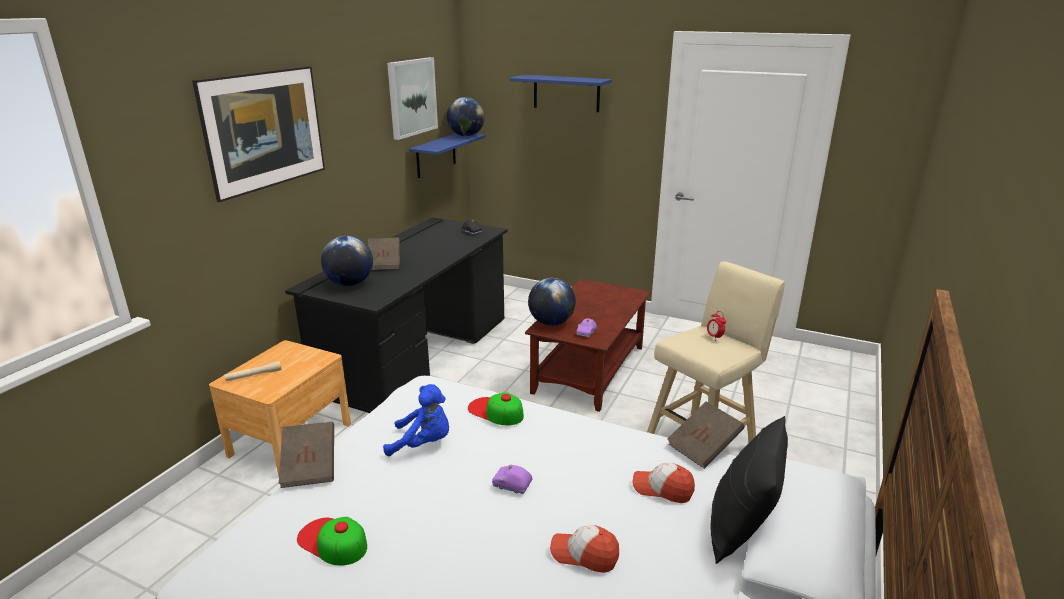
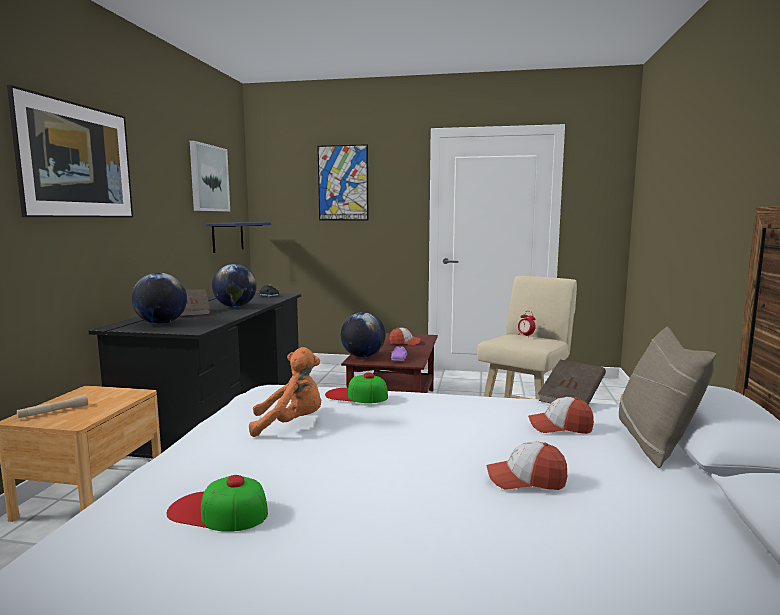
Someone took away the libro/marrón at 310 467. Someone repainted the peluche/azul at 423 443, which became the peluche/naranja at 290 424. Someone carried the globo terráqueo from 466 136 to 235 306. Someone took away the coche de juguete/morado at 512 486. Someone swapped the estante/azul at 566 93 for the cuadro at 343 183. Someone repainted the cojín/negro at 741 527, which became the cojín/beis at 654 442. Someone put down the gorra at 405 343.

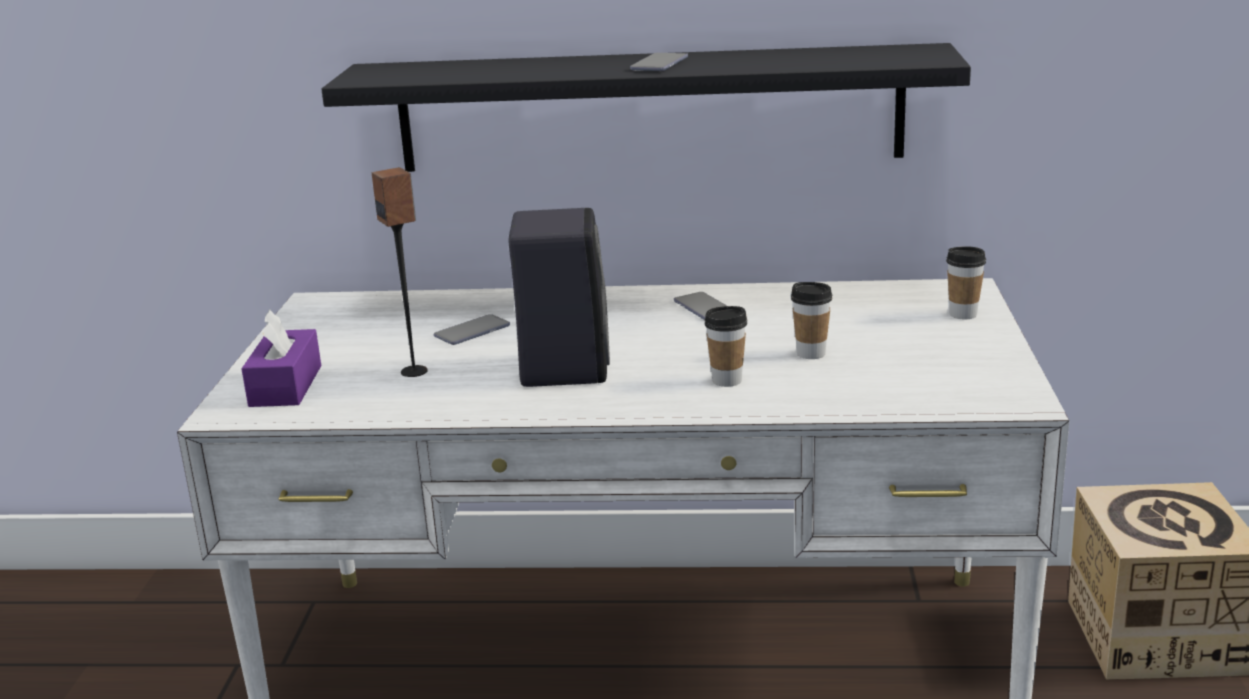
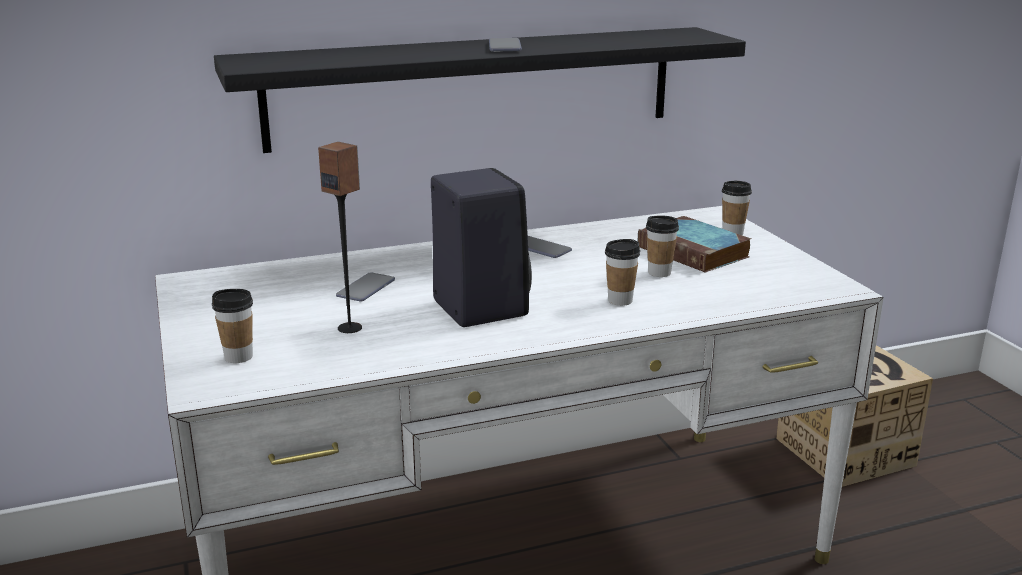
Someone swapped the caja de pañuelos/morado at 286 386 for the taza at 238 357. Someone put down the libro at 695 252.

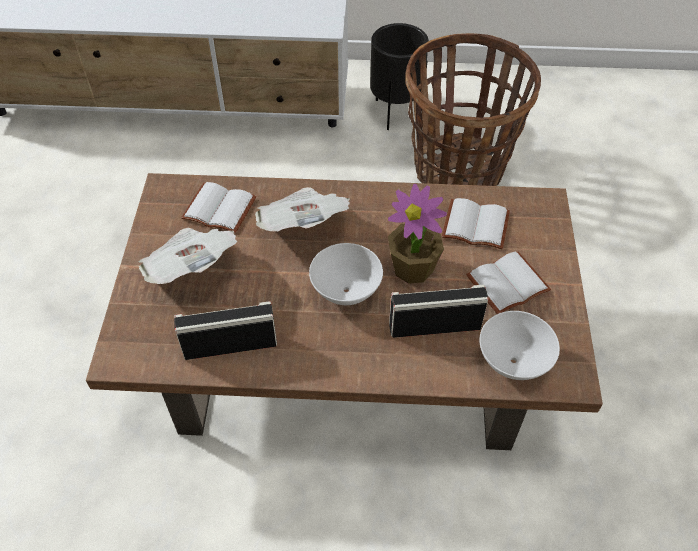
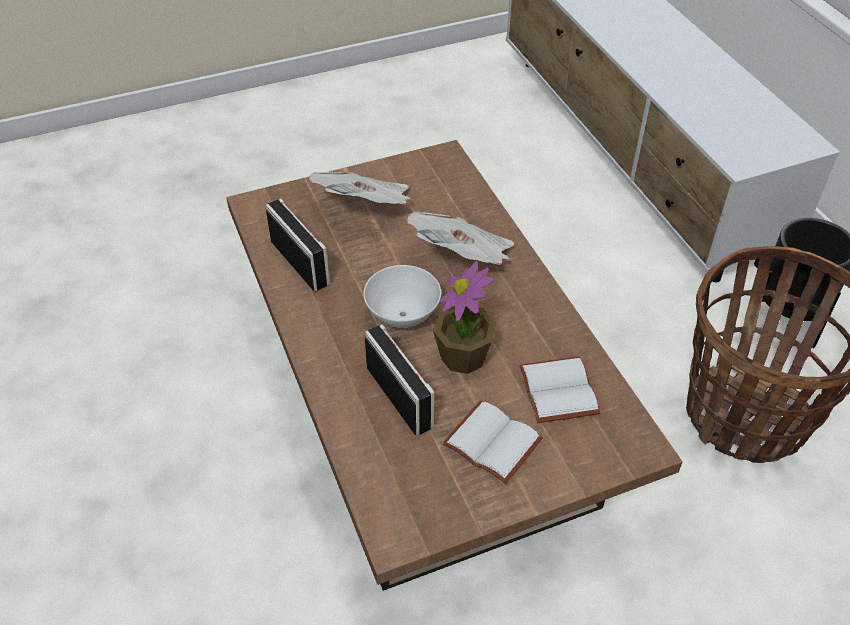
Someone took away the libro/blanco at 221 208. Someone took away the cuenco/blanco at 512 361.

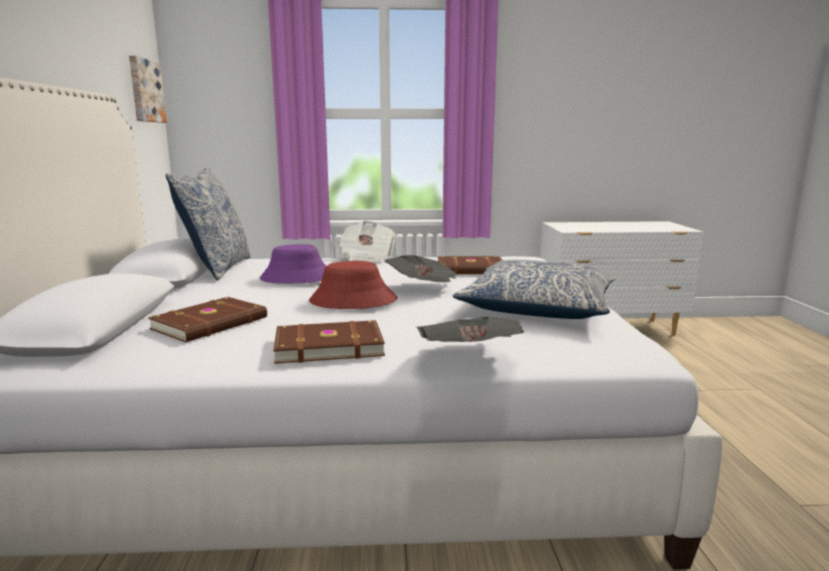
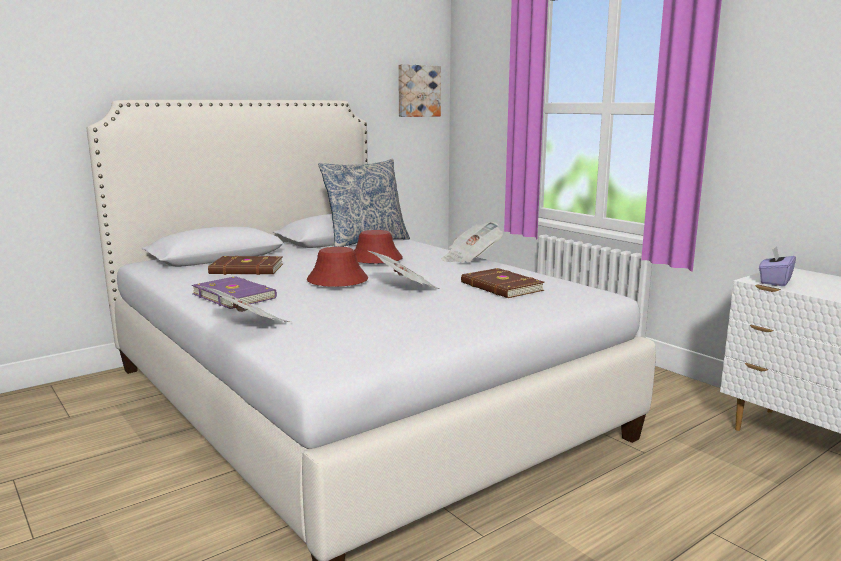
Someone repainted the sombrero/morado at 297 278, which became the sombrero/rojo at 375 259. Someone repainted the libro/marrón at 328 346, which became the libro/morado at 235 296. Someone took away the cojín at 537 308. Someone put down the caja de pañuelos/morado at 774 281.

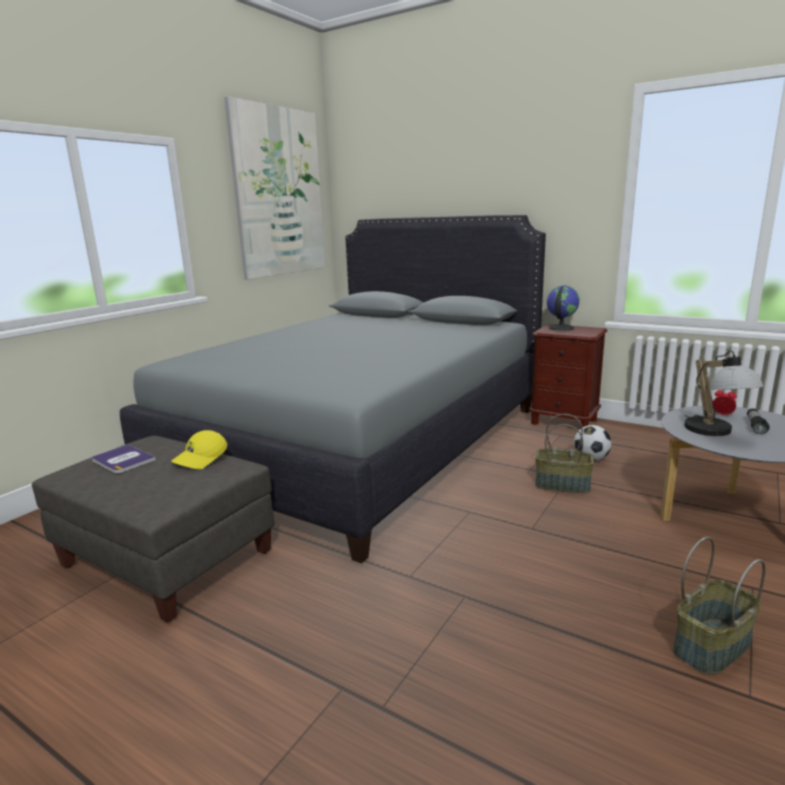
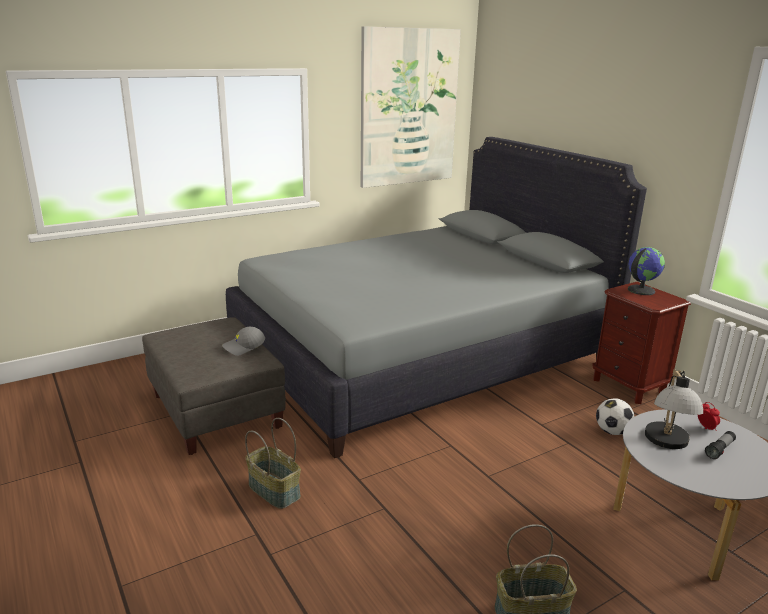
Someone took away the libro at 123 460. Someone repainted the gorra/amarillo at 201 459, which became the gorra/gris at 244 347. Someone carried the cesta from 563 484 to 275 490.

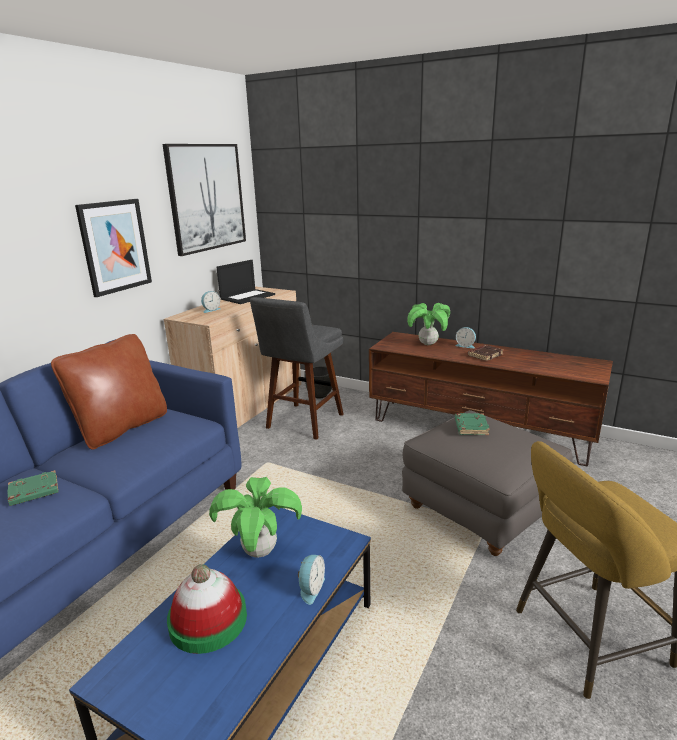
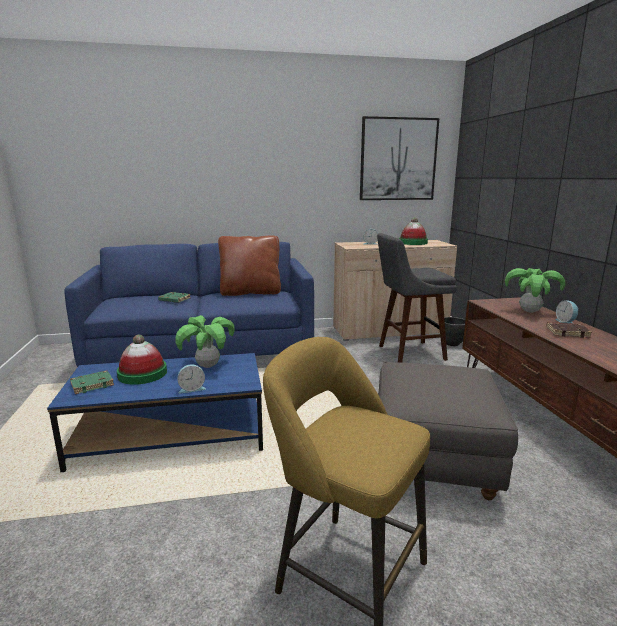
Someone took away the cuadro at 115 246. Someone swapped the portátil at 247 297 for the sombrero at 413 242. Someone carried the libro/verde from 470 427 to 92 384.

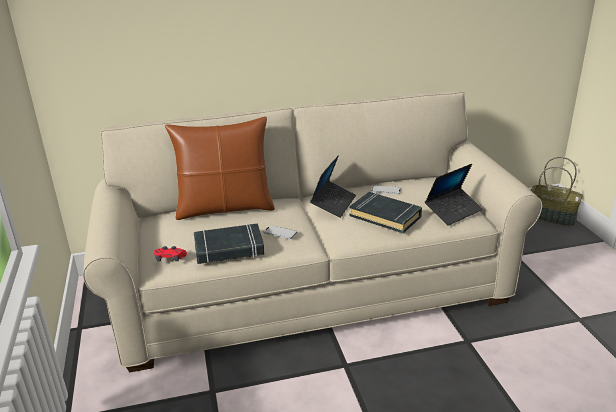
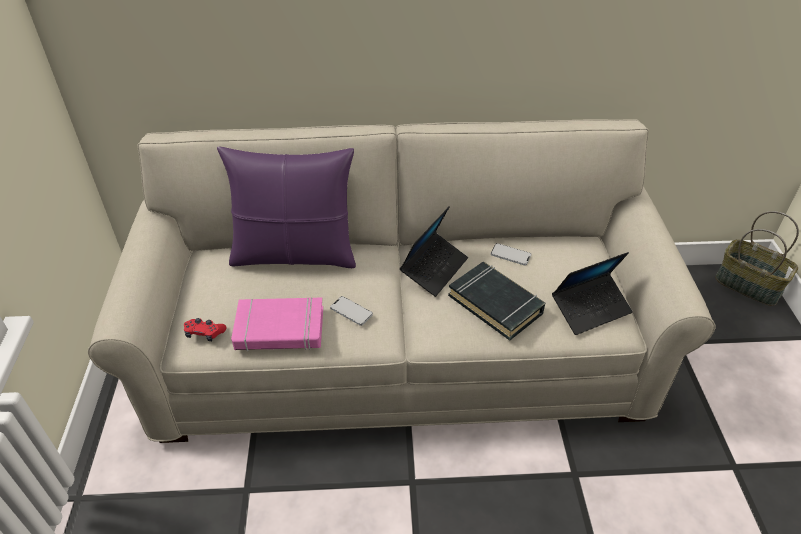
Someone repainted the cojín/marrón at 225 208, which became the cojín/morado at 295 254. Someone repainted the libro/negro at 229 249, which became the libro/rosa at 279 329.

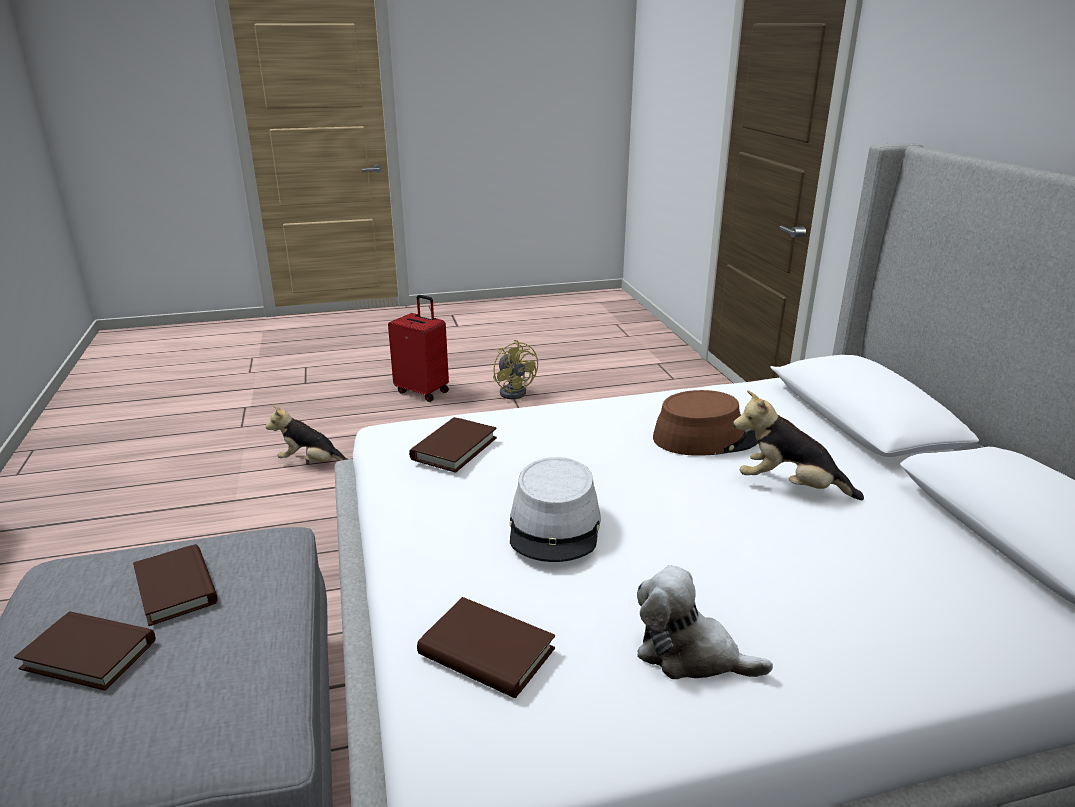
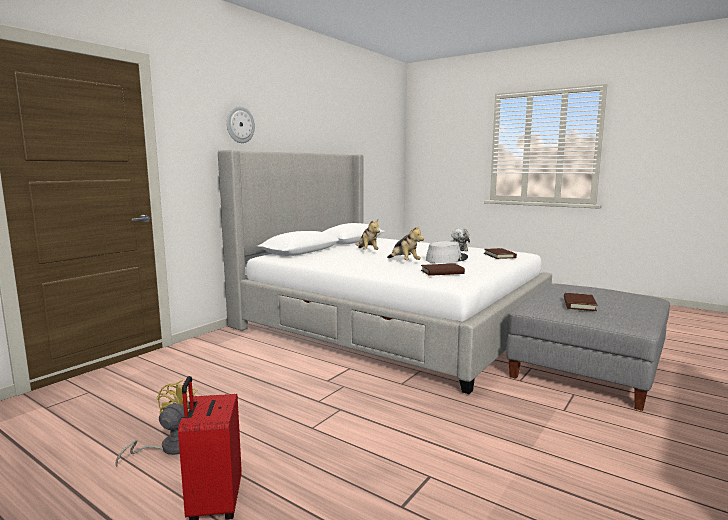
Someone took away the libro/marrón at 89 654. Someone carried the peluche from 311 462 to 404 262. Someone took away the sombrero/marrón at 707 436. Someone put up the reloj de pared at 240 124.

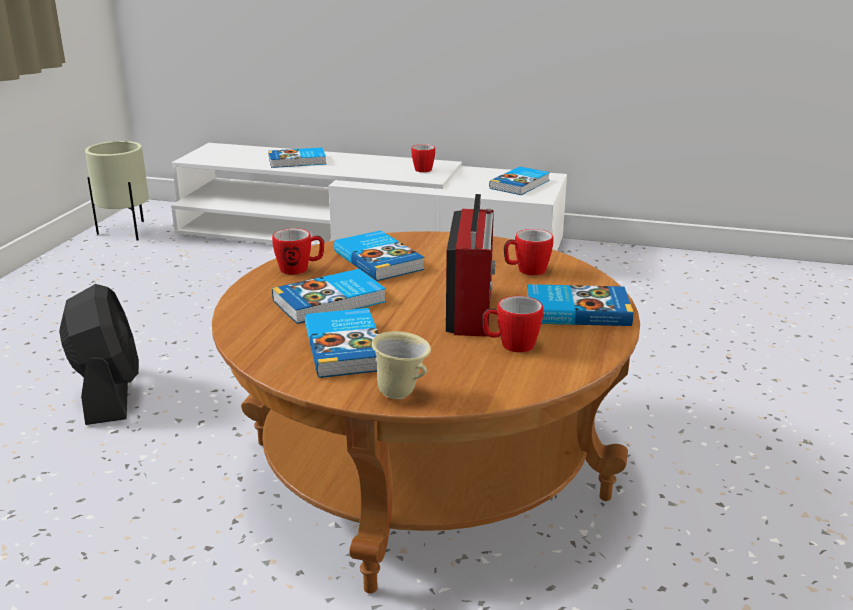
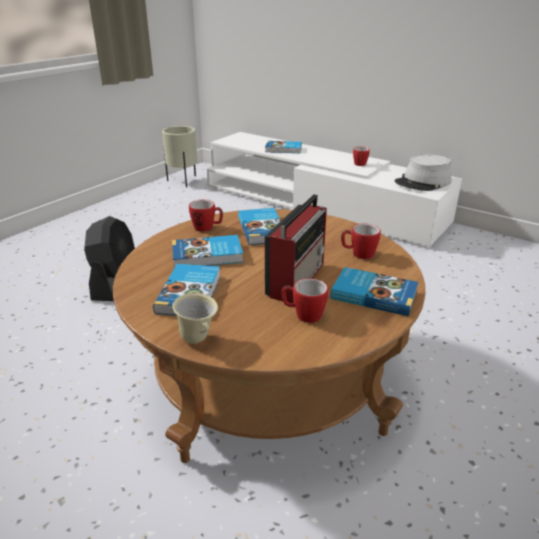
Someone swapped the libro at 521 184 for the sombrero/gris at 423 182.

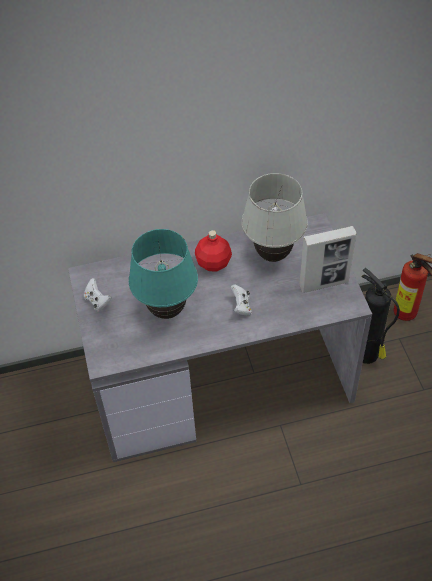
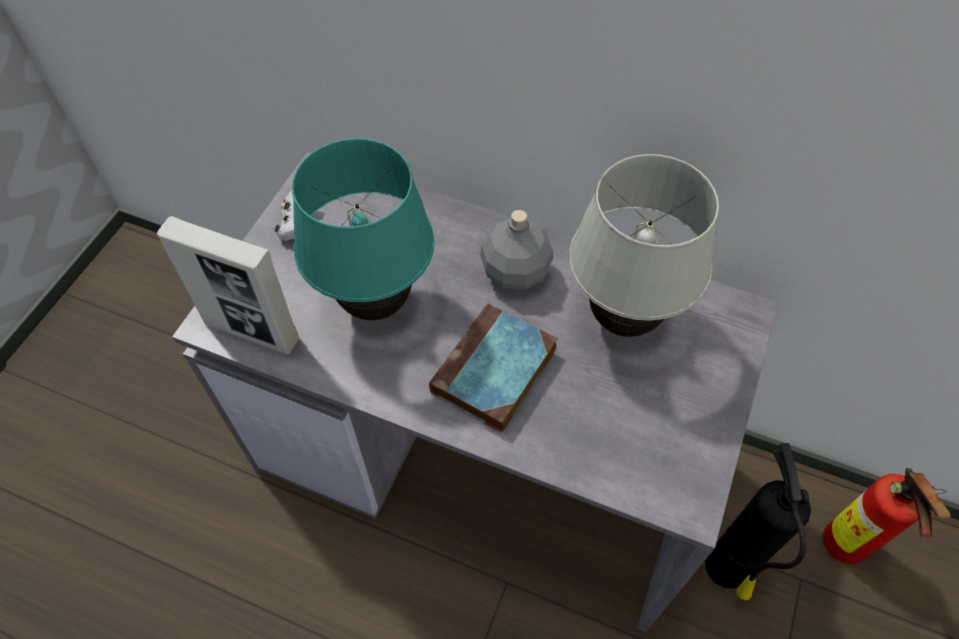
Someone repainted the botella/rojo at 213 263, which became the botella/gris at 514 273. Someone swapped the mando de consola/blanco at 241 306 for the libro at 493 374. Someone carried the portarretratos from 324 283 to 252 331.

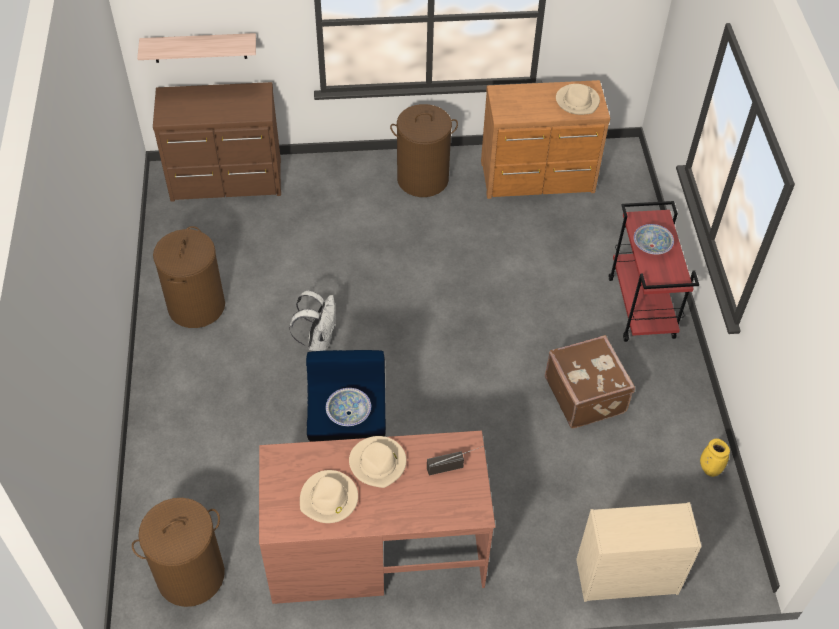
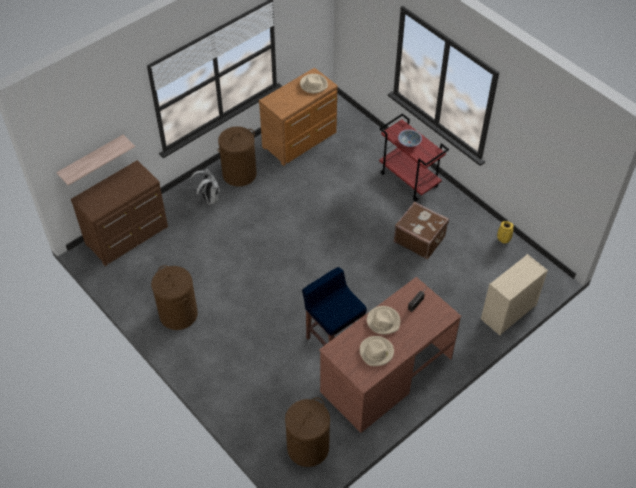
Someone carried the mochila/blanco from 318 340 to 208 198. Someone took away the cuenco at 348 413.

